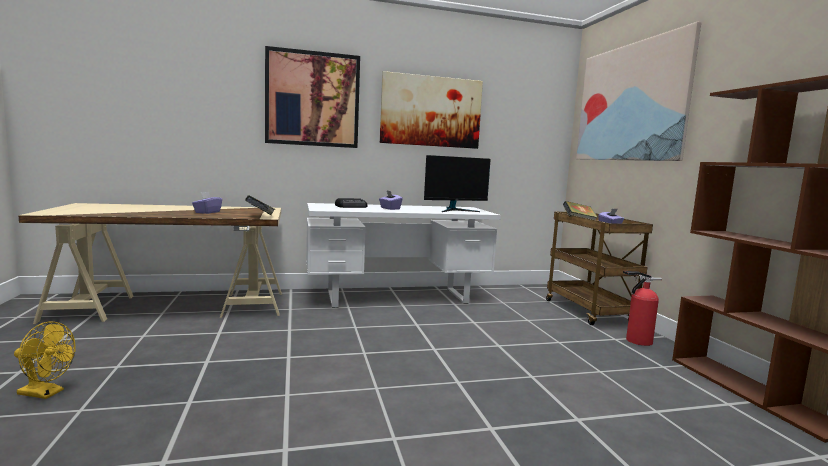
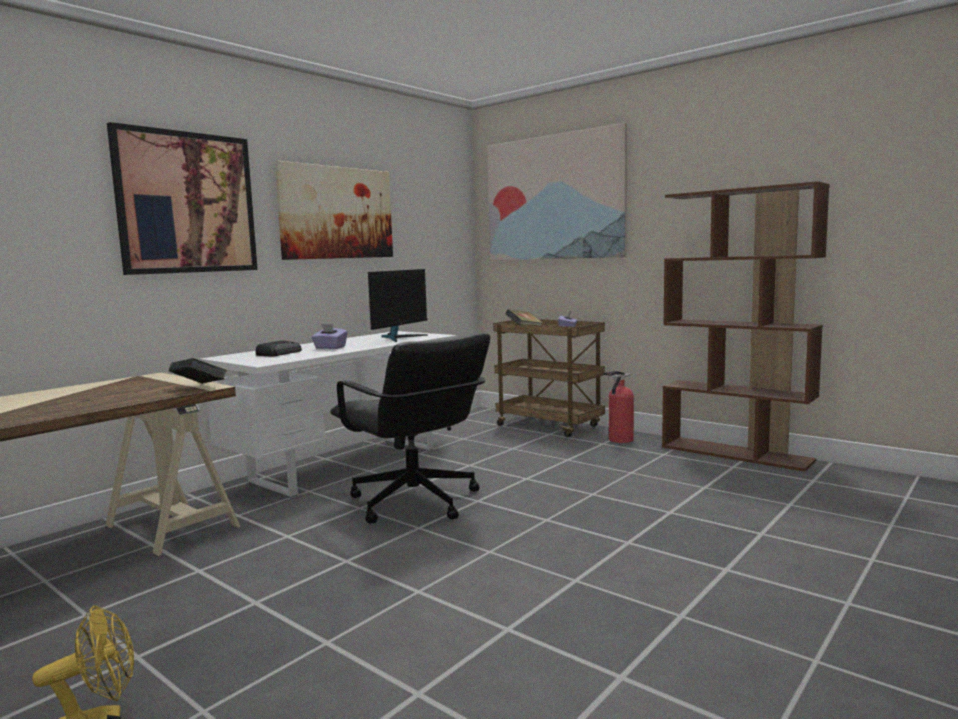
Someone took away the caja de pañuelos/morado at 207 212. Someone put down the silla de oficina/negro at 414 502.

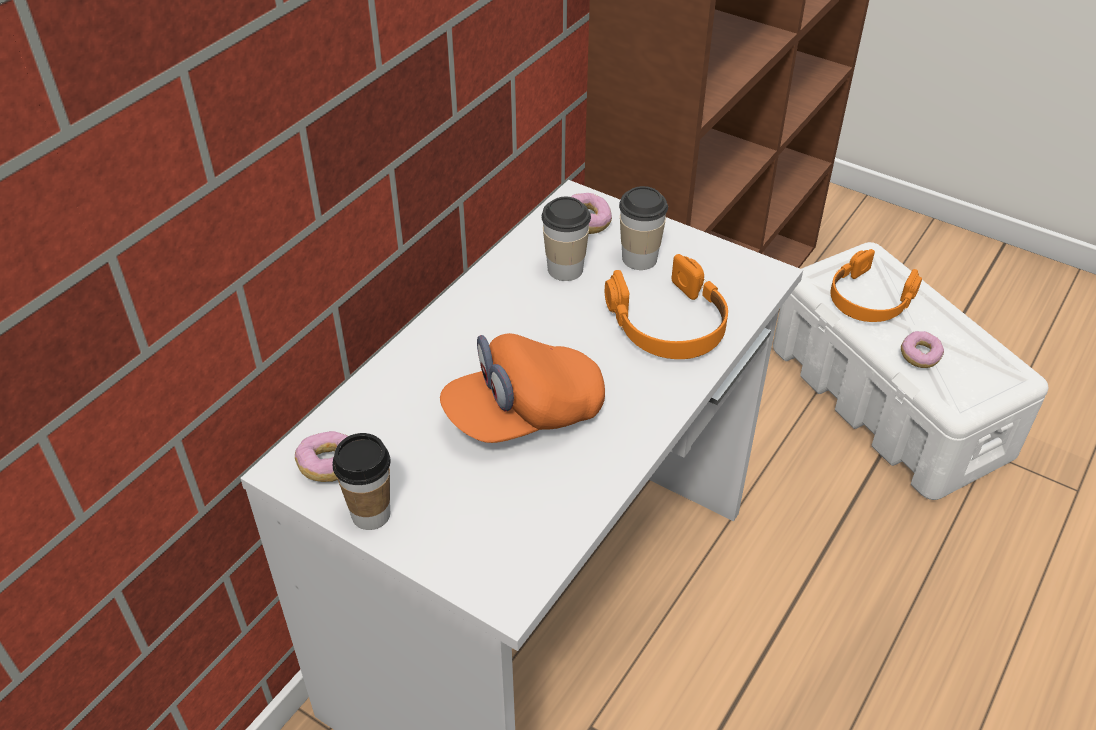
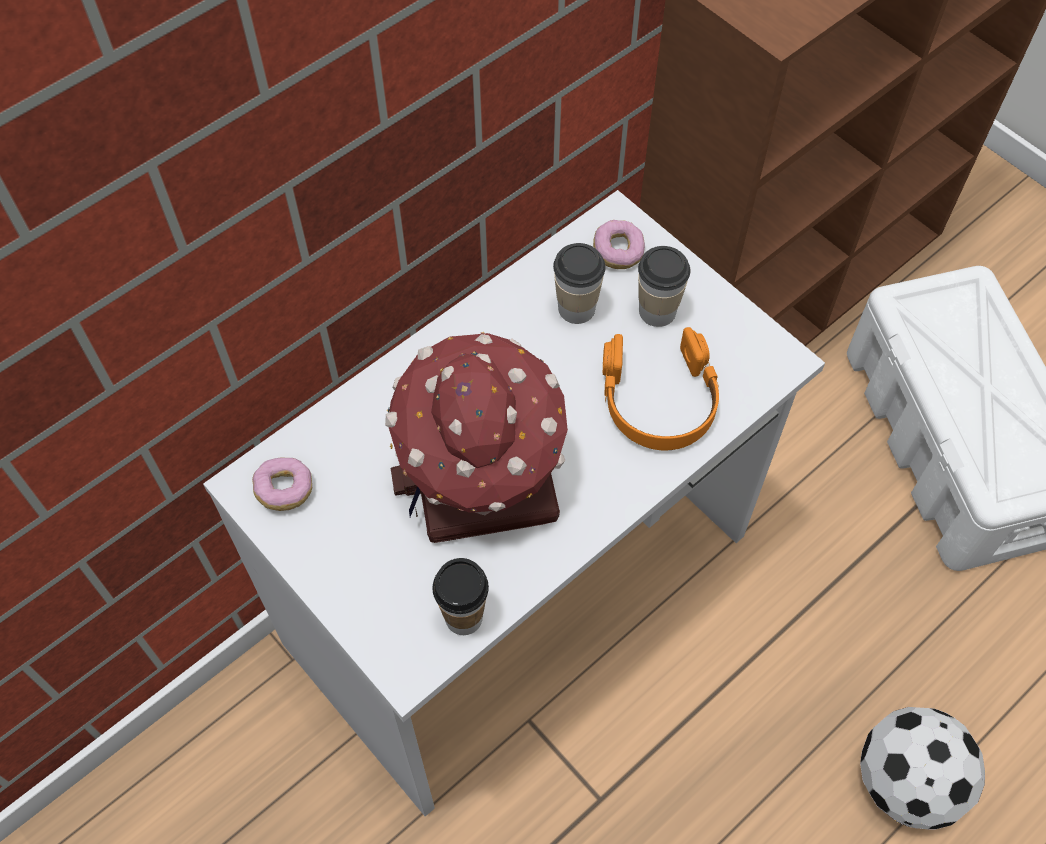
Someone carried the taza from 371 514 to 463 617. Someone swapped the gorra/naranja at 524 414 for the casita at 481 476. Someone took away the auriculares/naranja at 869 298. Someone took away the rosquilla at 919 356. Someone put down the balón de fútbol at 906 783.

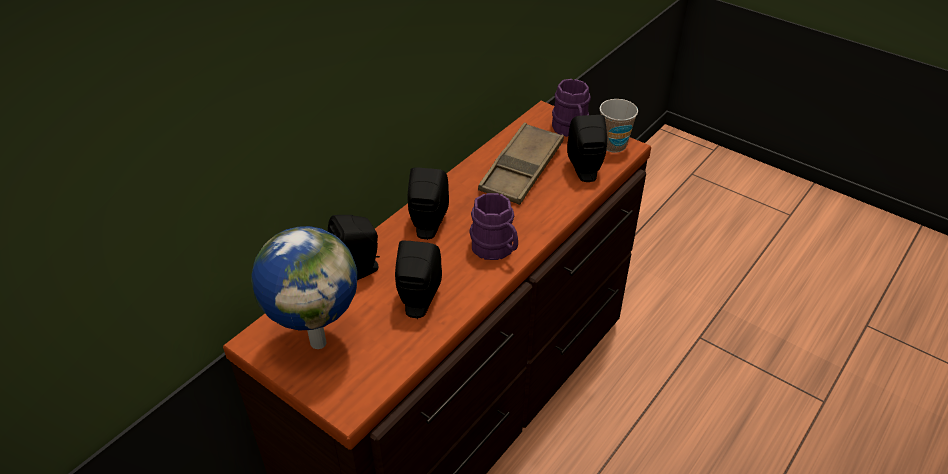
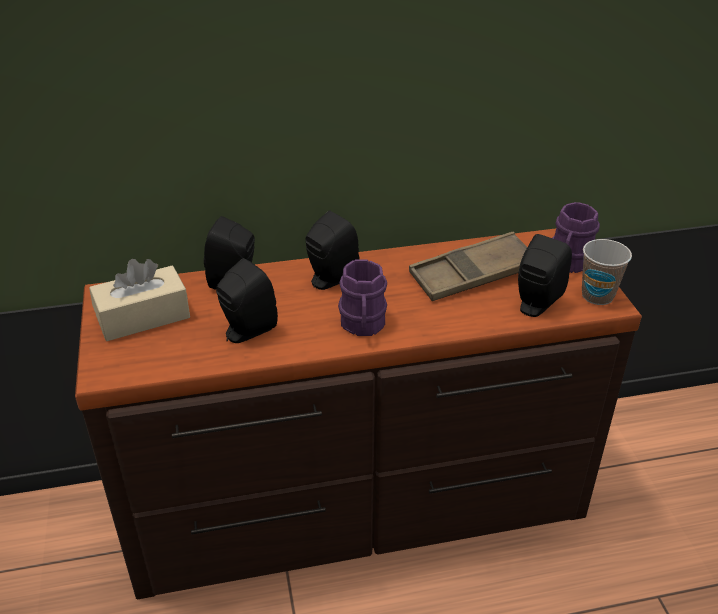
Someone swapped the globo terráqueo at 318 341 for the caja de pañuelos/beis at 143 317.

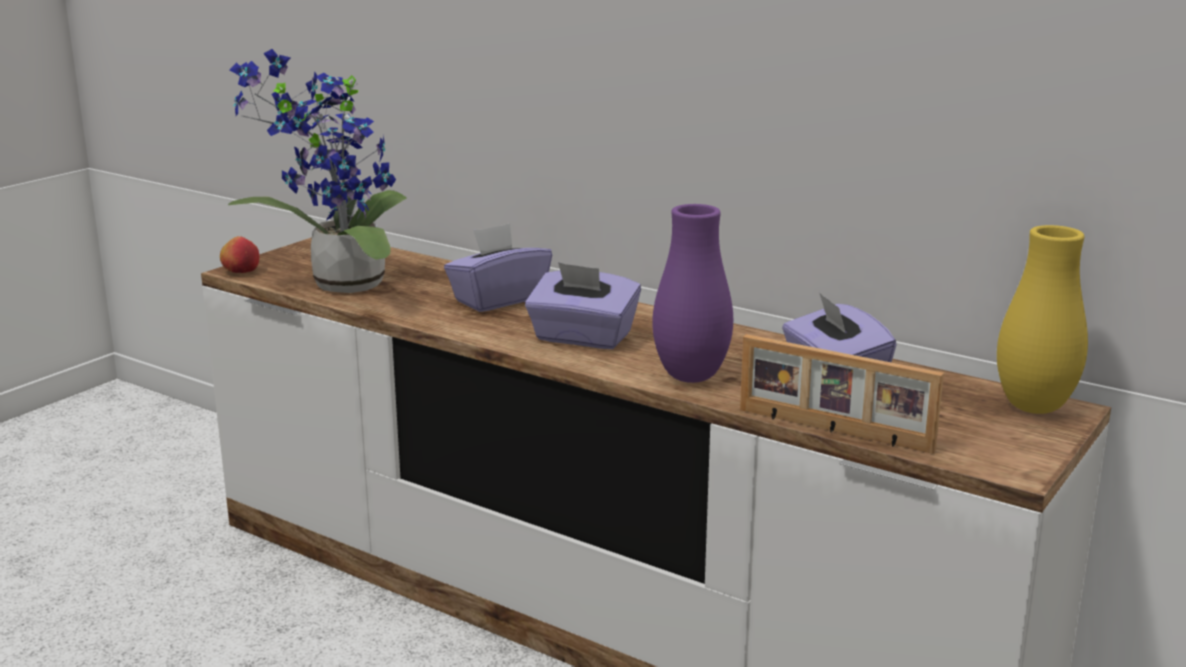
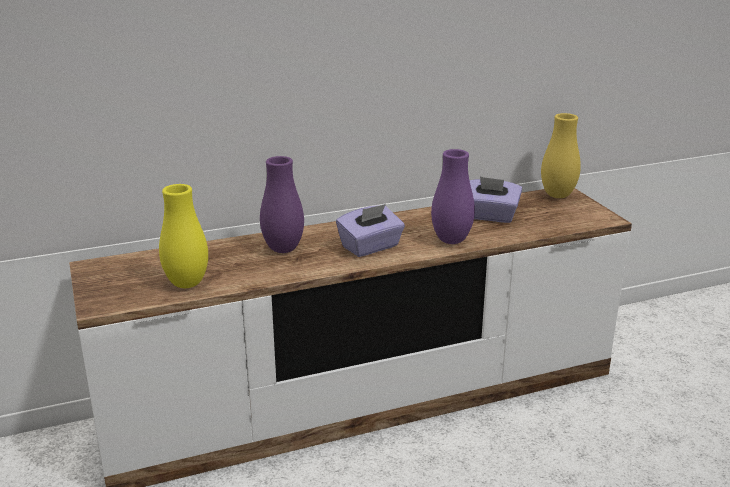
Someone took away the manzana at 241 272. Someone swapped the planta en maceta at 339 286 for the florero/amarillo at 187 284. Someone swapped the caja de pañuelos/morado at 498 299 for the florero/morado at 283 249. Someone took away the portarretratos at 833 430.

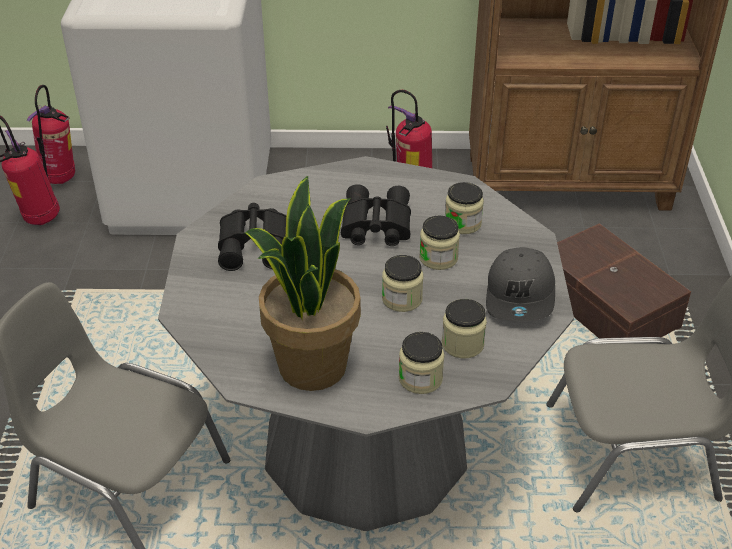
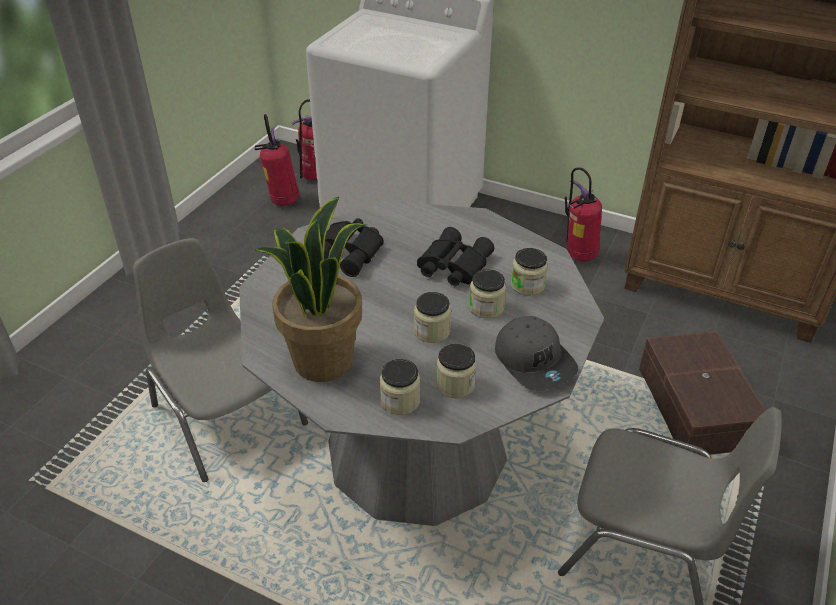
Someone rotated the gorra/gris at 521 296 by 60 degrees counterclockwise.

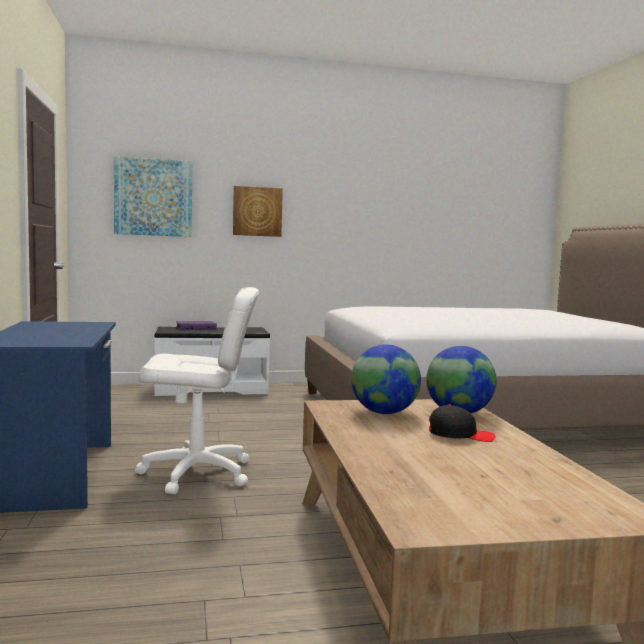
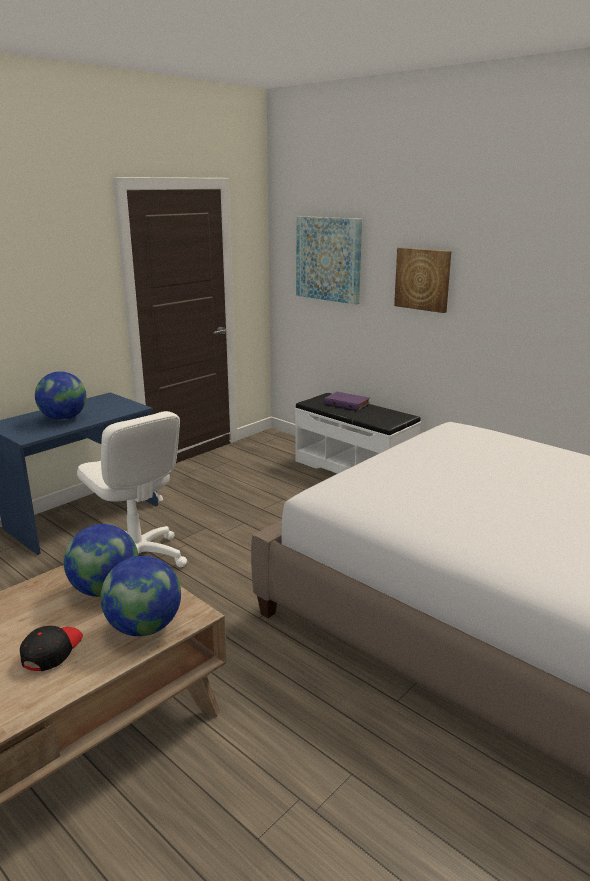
Someone rotated the gorra/negro at 460 435 by 135 degrees counterclockwise. Someone put down the globo terráqueo at 64 418.

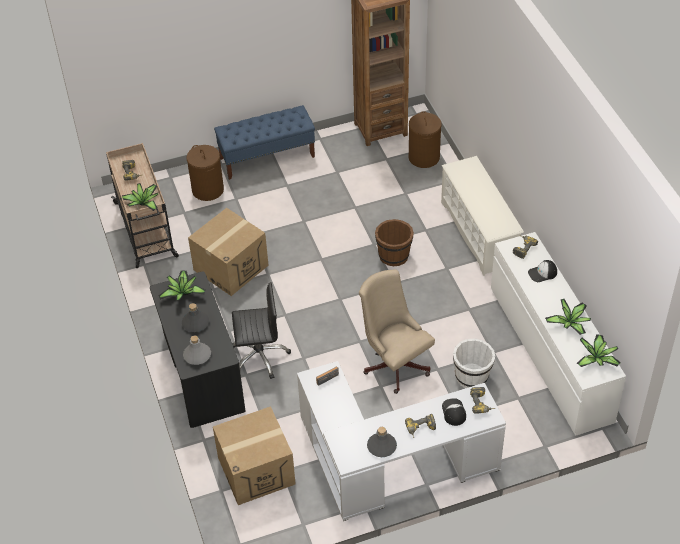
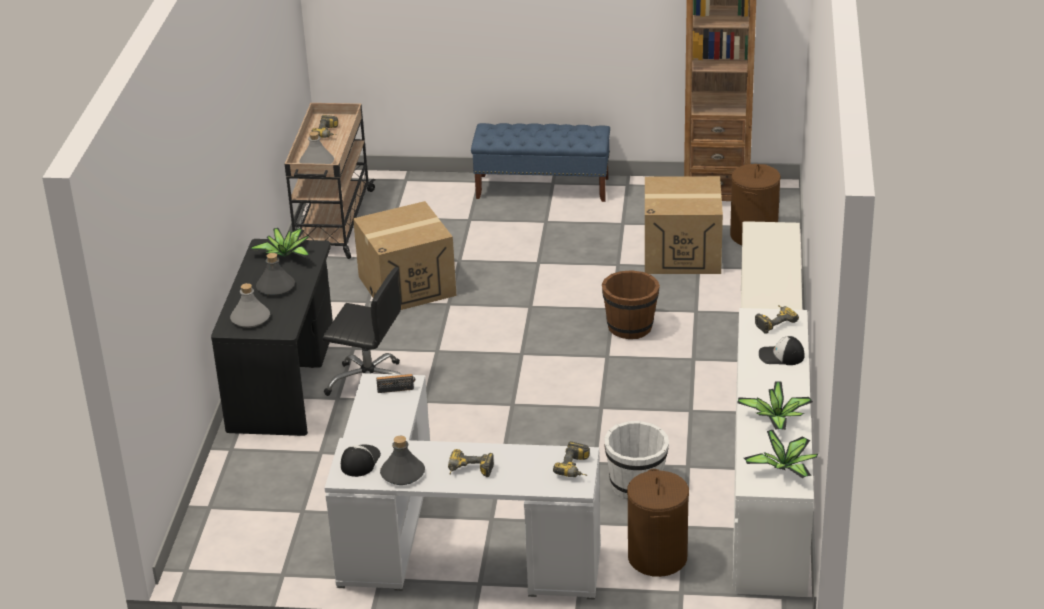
Someone swapped the planta en maceta at 143 203 for the botella/gris at 317 163. Someone carried the cesto de la ropa/marrón from 207 190 to 657 557. Someone carried the caja de cartón from 256 470 to 682 253. Someone took away the silla de oficina/beis at 394 363. Someone carried the gorra from 453 412 to 360 461.

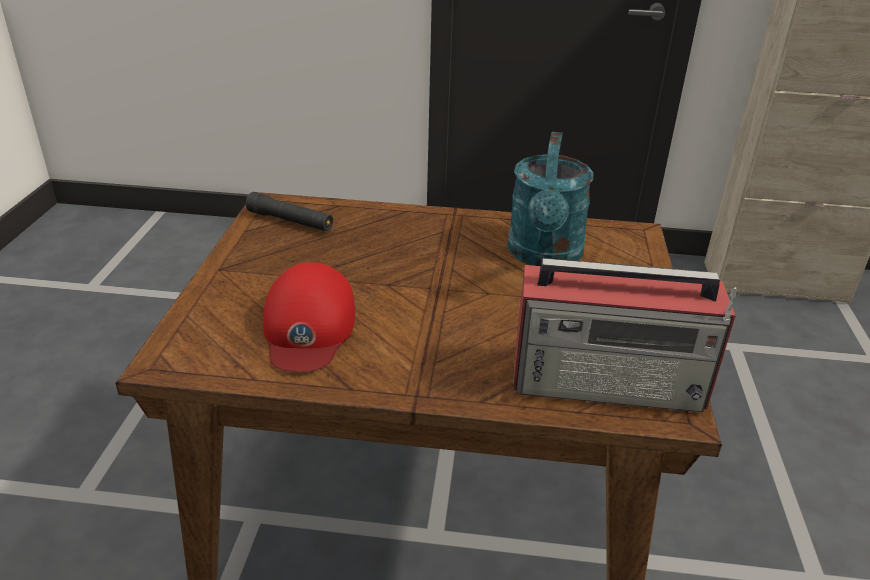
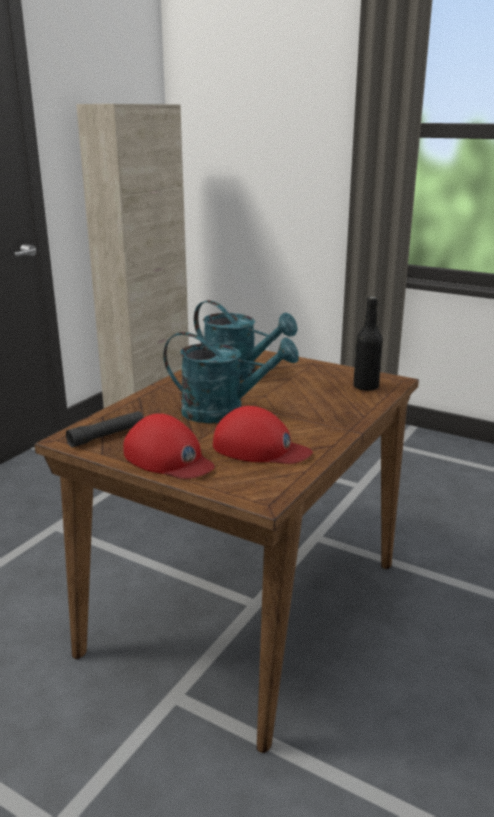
Someone swapped the radio at 610 382 for the botella/negro at 366 387. Someone put down the gorra/rojo at 168 458. Someone put down the regadera/turquesa at 224 412.

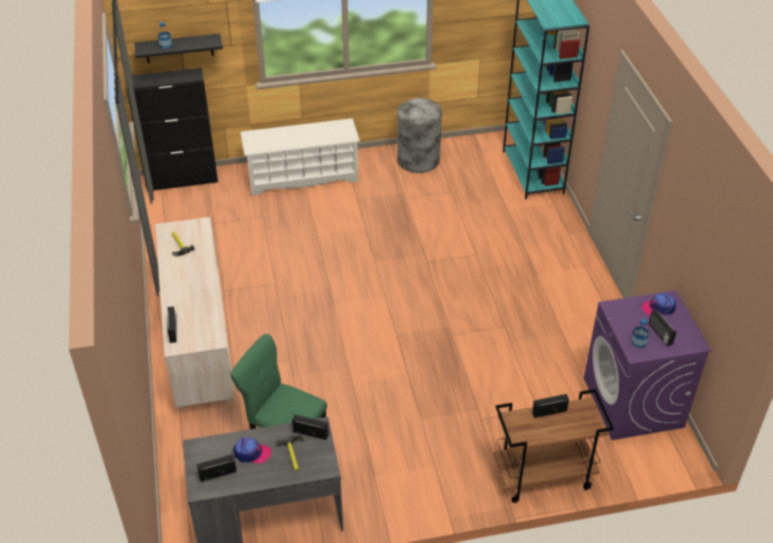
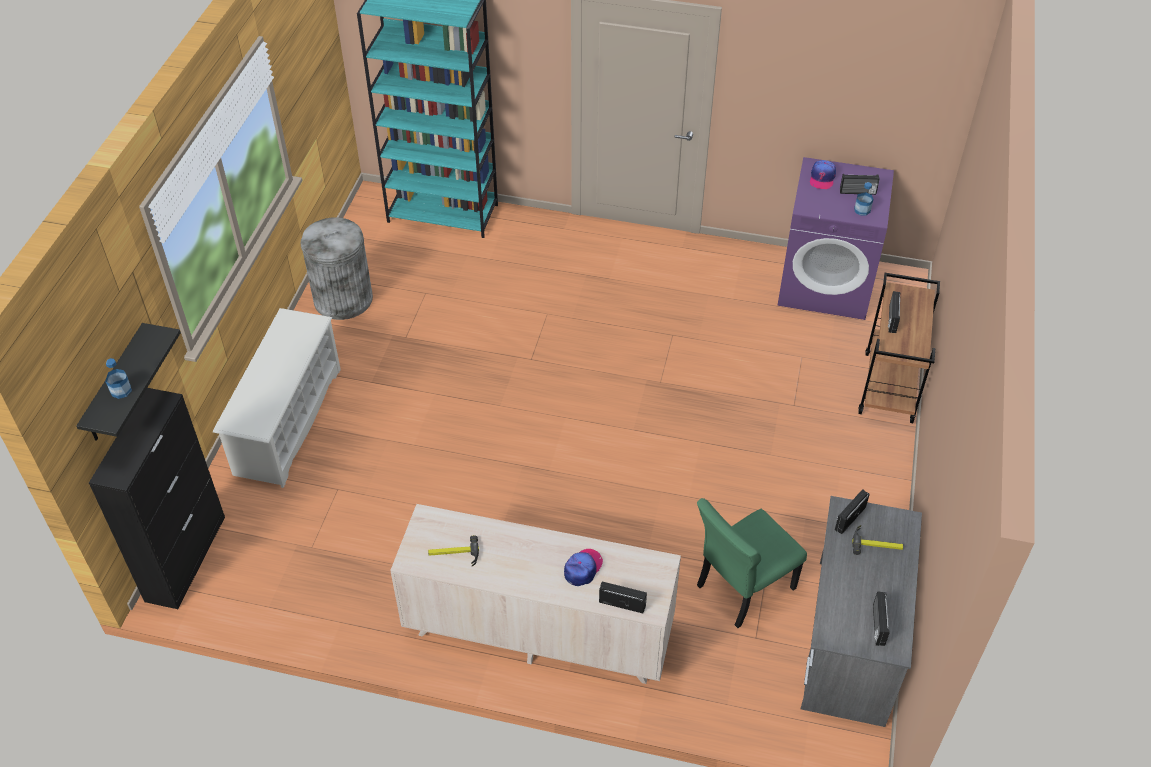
Someone carried the gorra from 252 453 to 583 568.

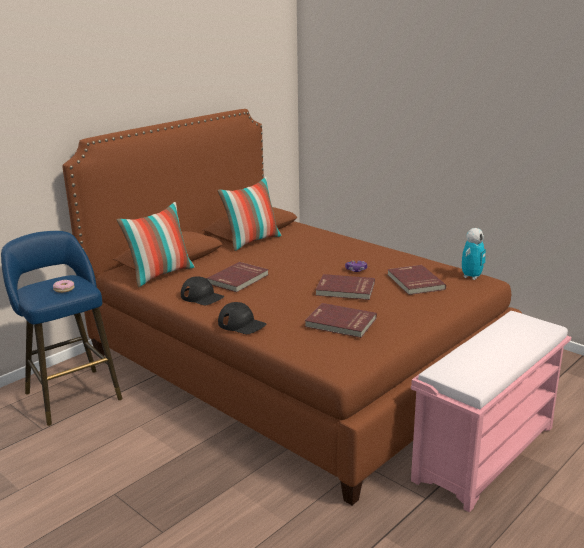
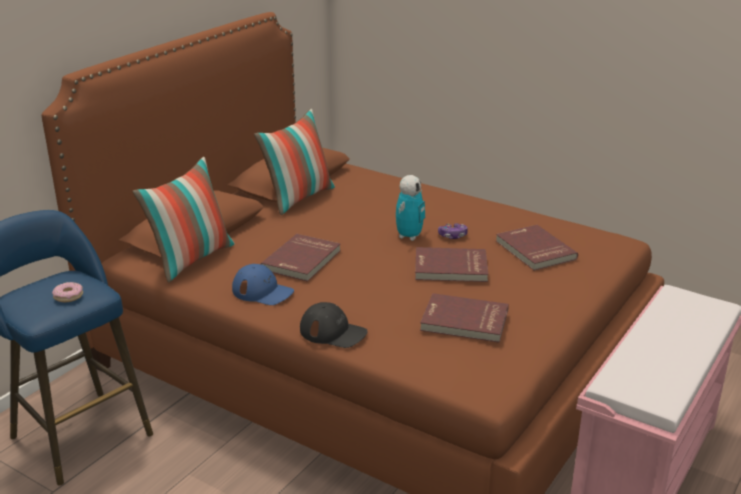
Someone repainted the gorra/negro at 202 297, which became the gorra/azul at 263 291. Someone carried the robot de juguete from 471 277 to 409 236.

